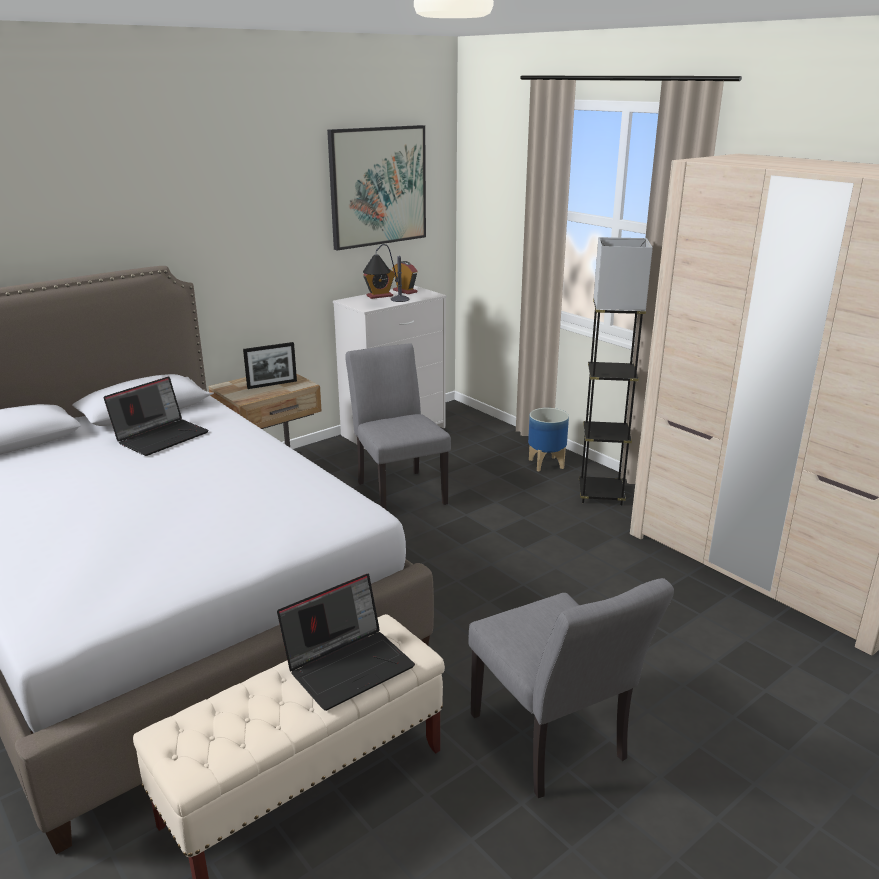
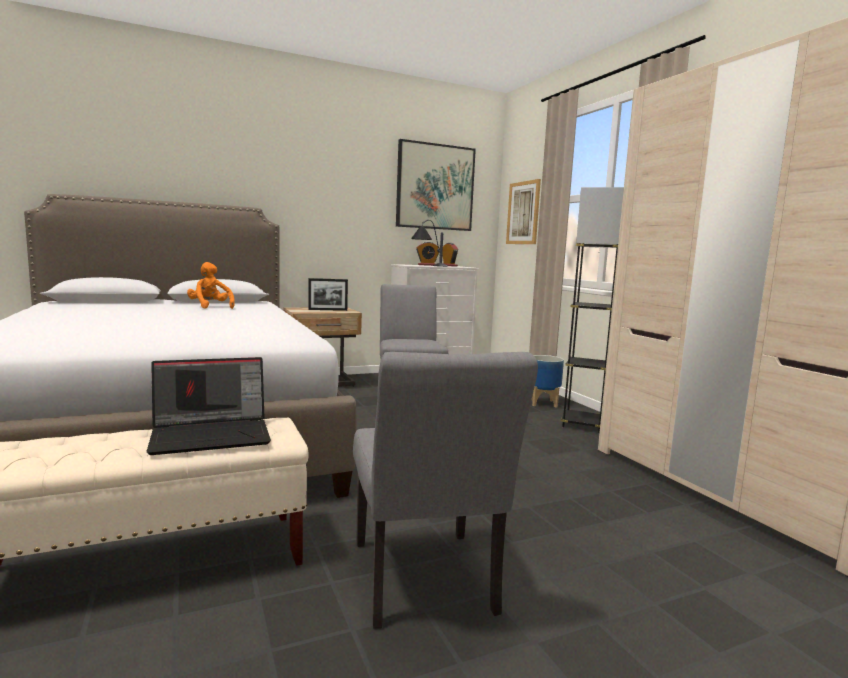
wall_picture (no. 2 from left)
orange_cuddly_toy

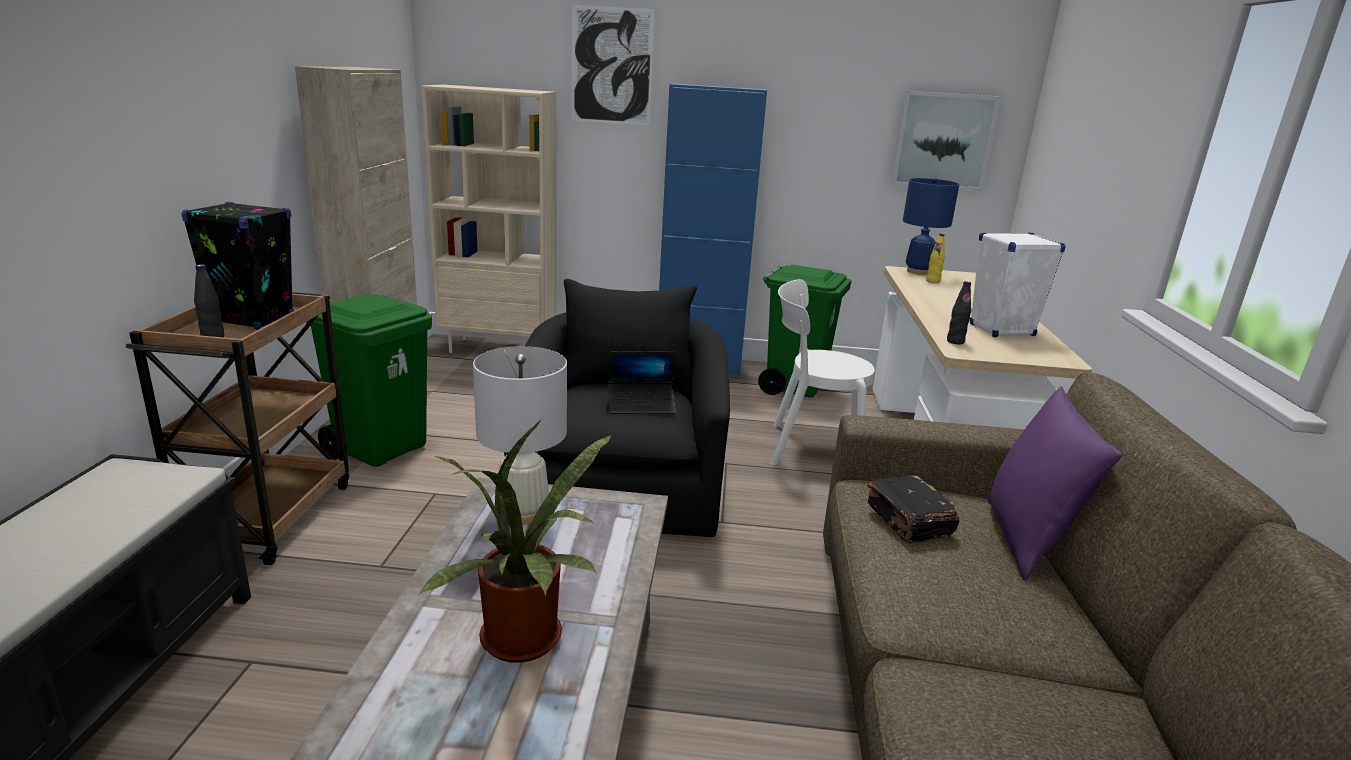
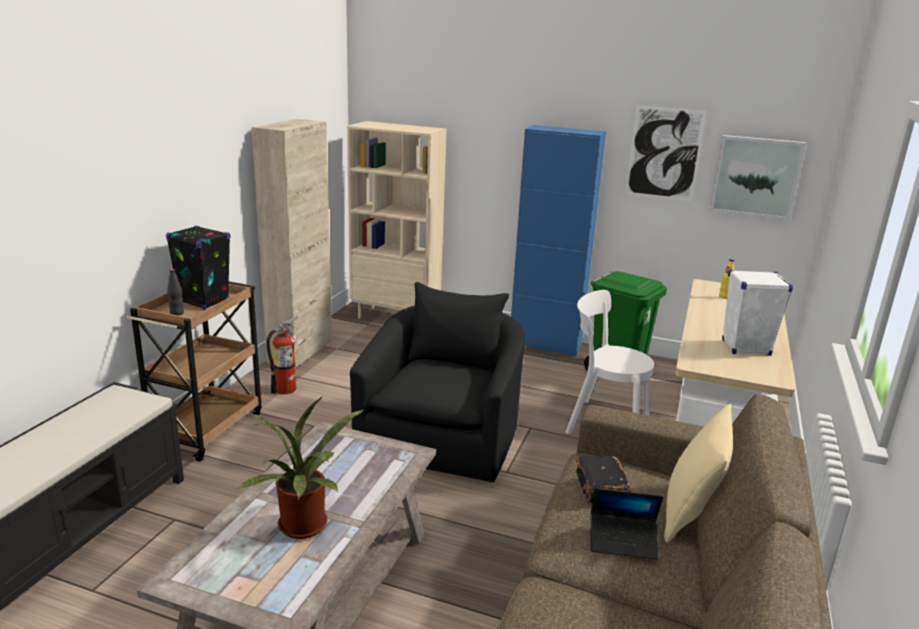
whitish_tabletop_lamp
blue-coloured_tabletop_lamp
black_bottle (no. 2 from left in the first image)
wall_picture (no. 1 from left)
portable_computer
fire-fighting_cylinder
sand-coloured_cushion

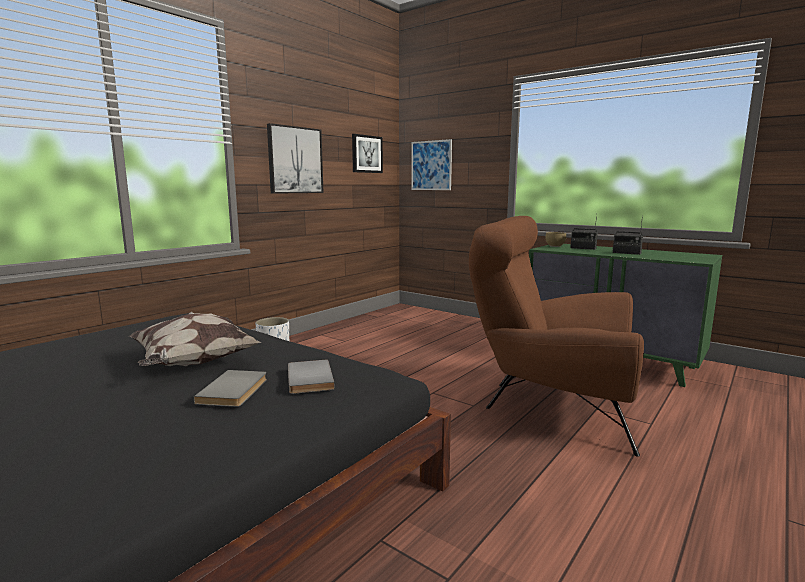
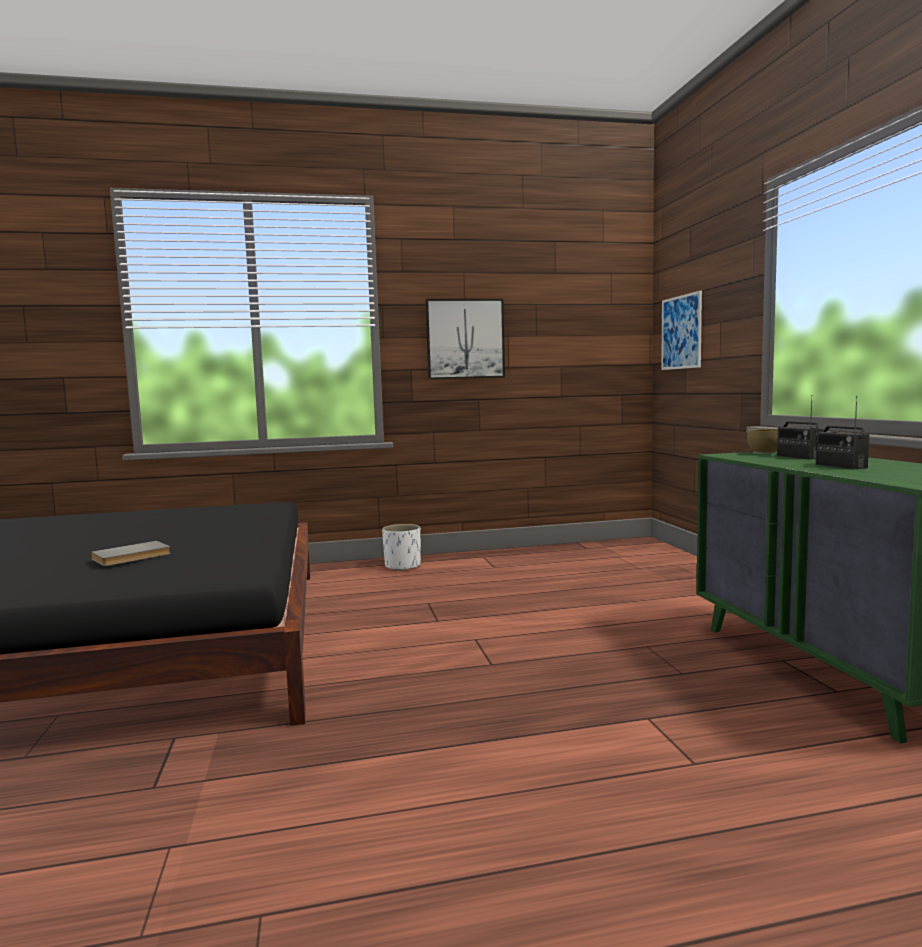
cushion
greyish_bound_book (no. 2 from left in the first image)
wall_picture (no. 2 from left in the first image)
brownish_easy_chair

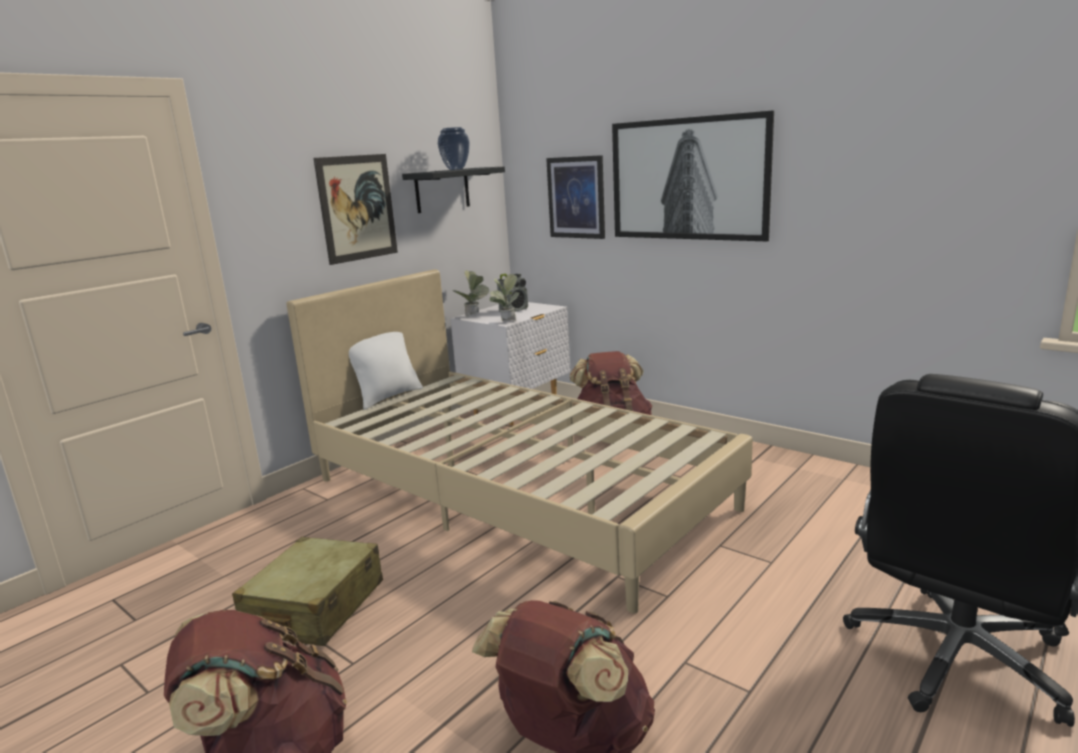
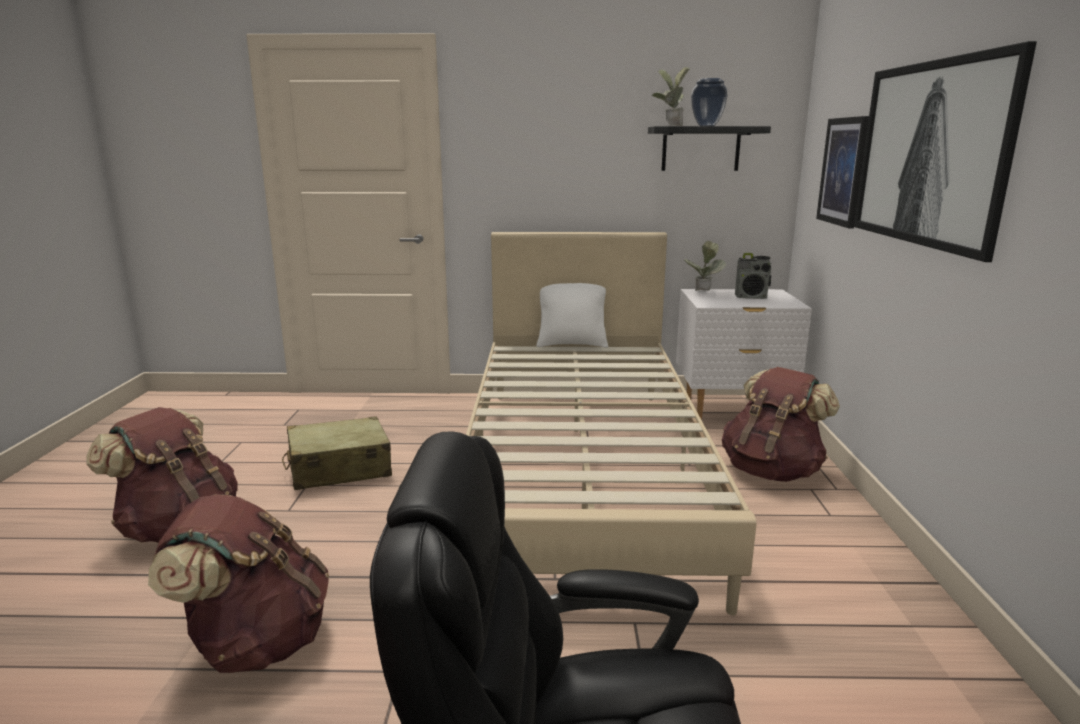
wall_picture (no. 1 from left in the first image)
plant_in_a_pot (no. 1 from left)

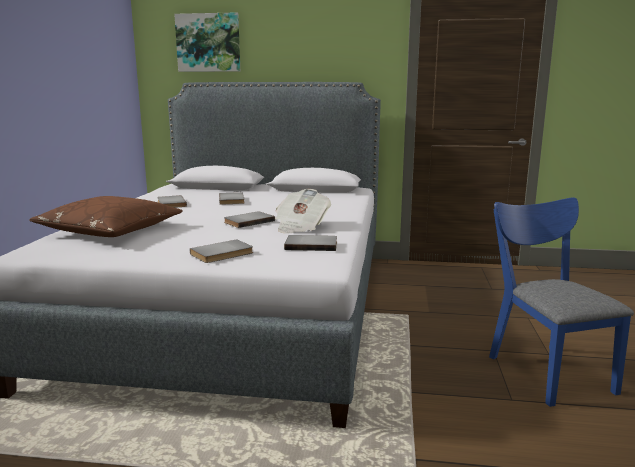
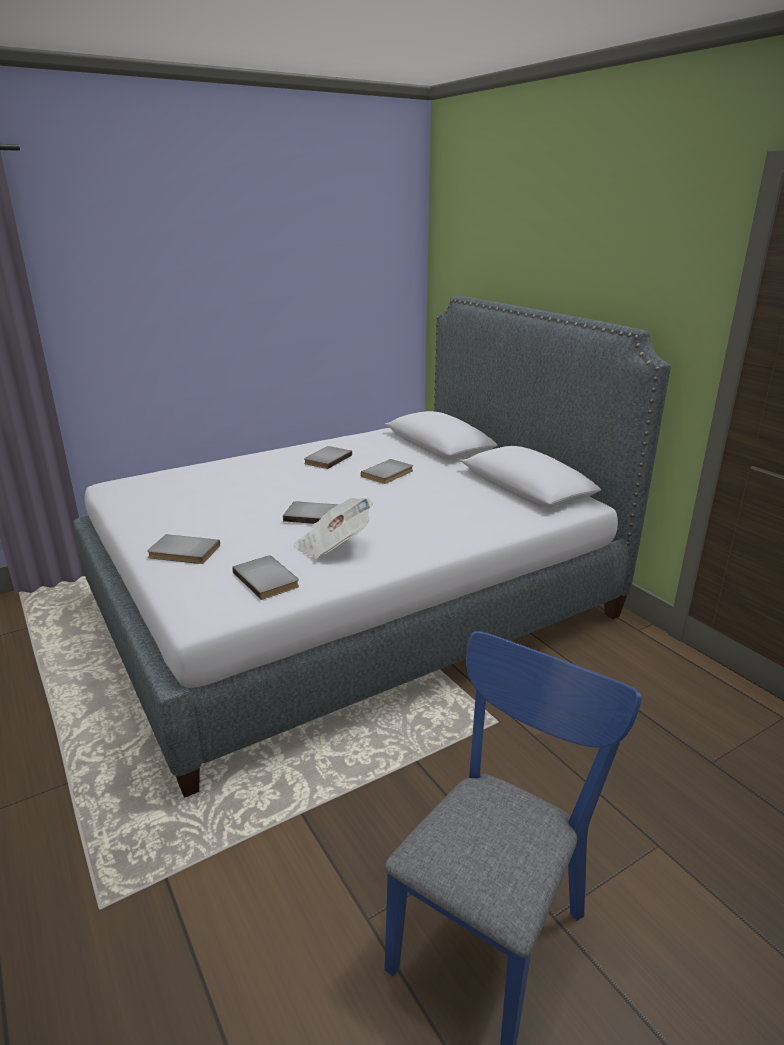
brownish_cushion
wall_picture

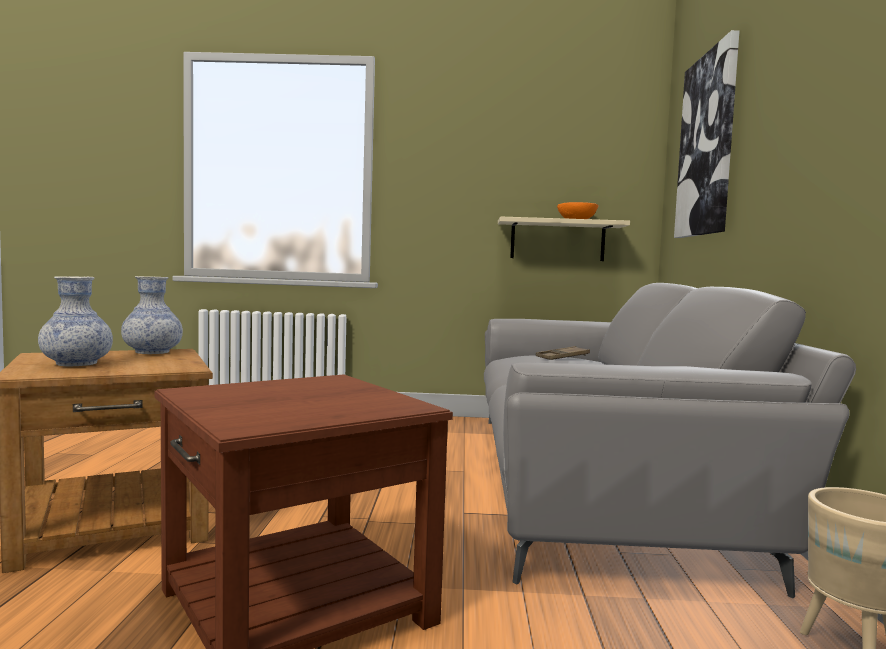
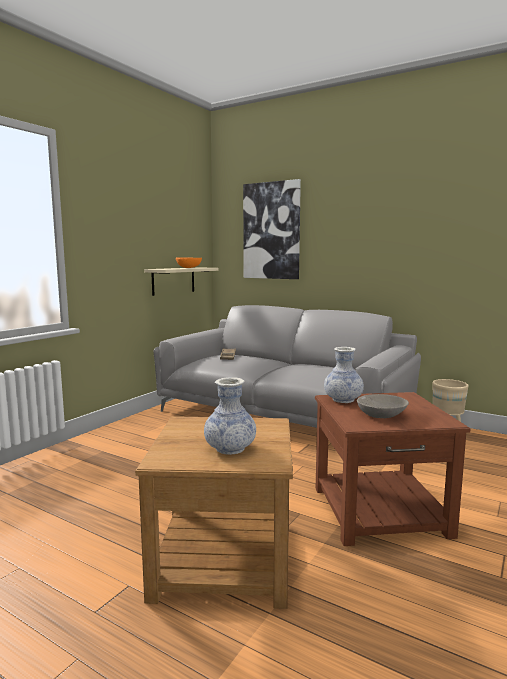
greyish_serving_bowl
decorative_vase (no. 2 from left)

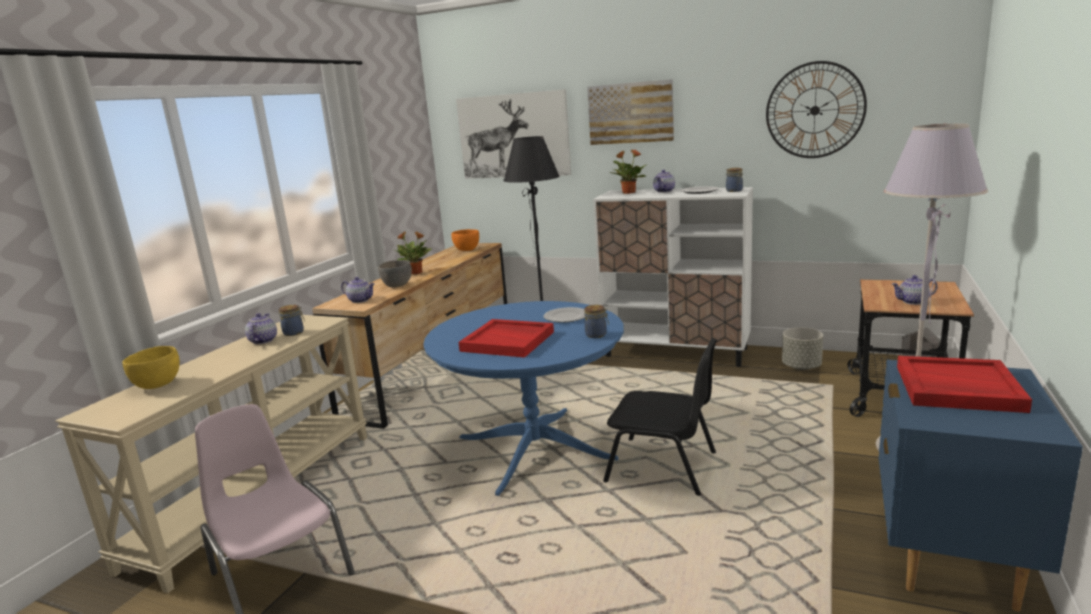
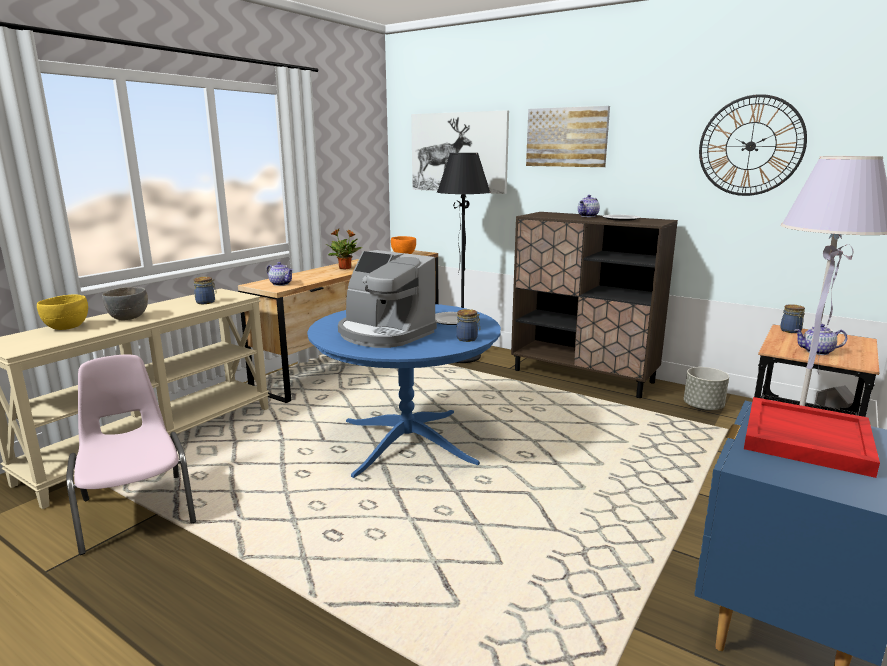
tea_pot (no. 1 from left in the first image)
black_chair
plant_in_a_pot (no. 2 from left in the first image)
greyish_serving_bowl
preserve_jar (no. 3 from left)
coffee_machine
brownish_cabinet

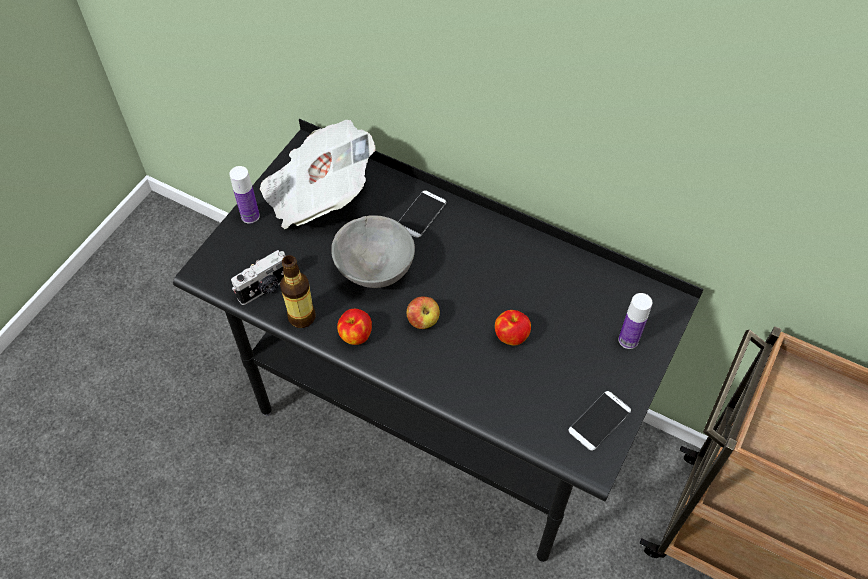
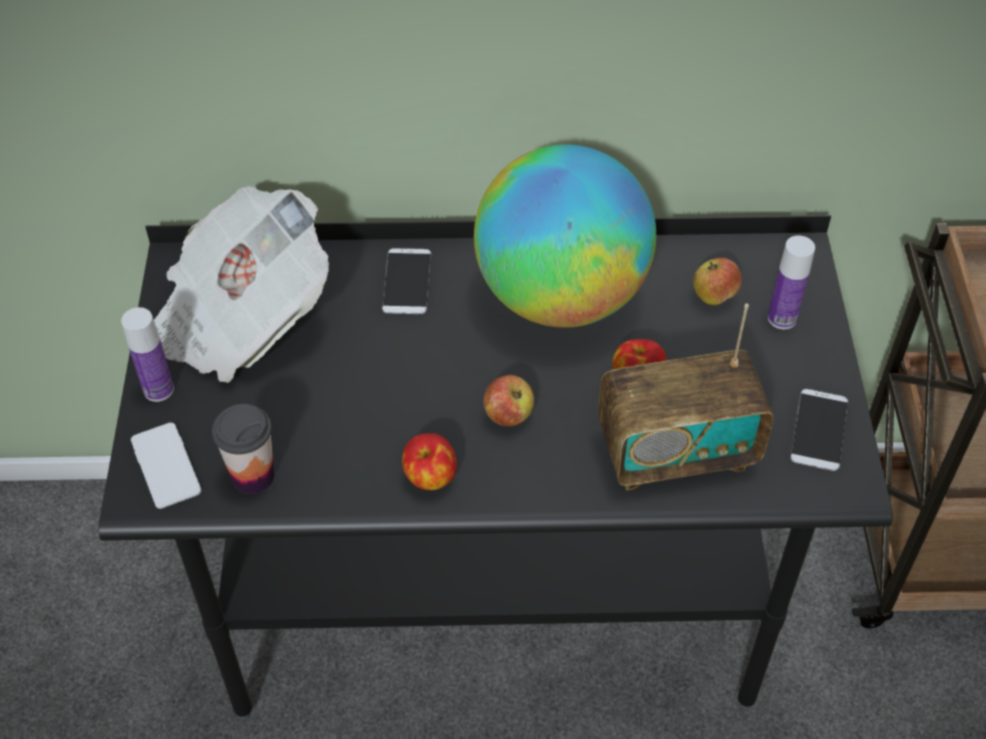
bottle (no. 2 from left in the first image)
greyish_serving_bowl
telephone (no. 1 from left)
desk_globe
radio_receiver
whole_apple (no. 4 from left)
cup

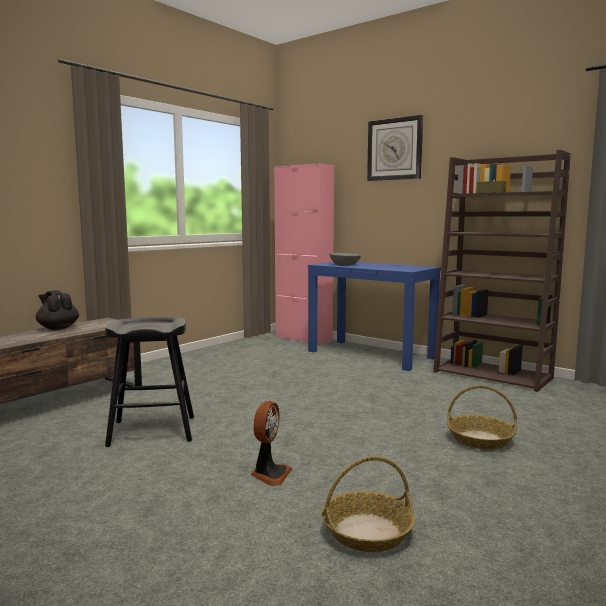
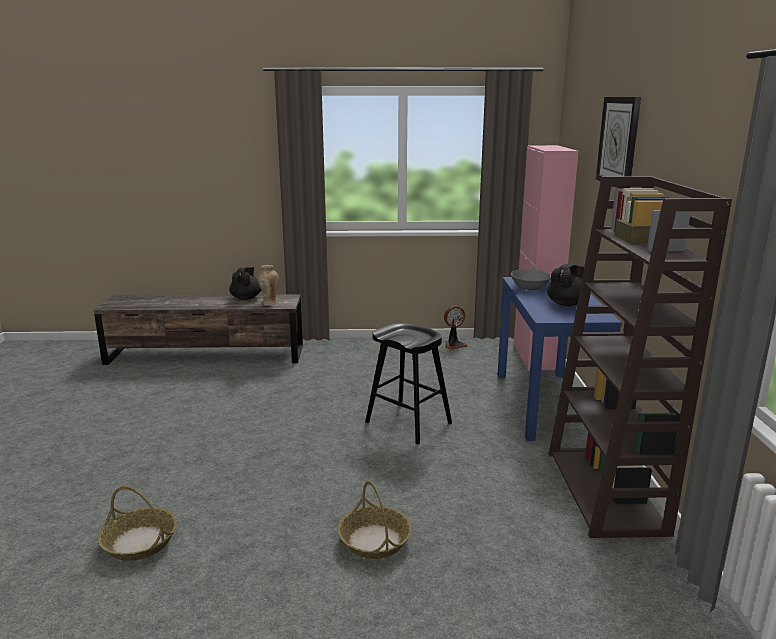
decorative_vase
black_tea_pot (no. 2 from left)
black_stool_seat
cooling_fan

